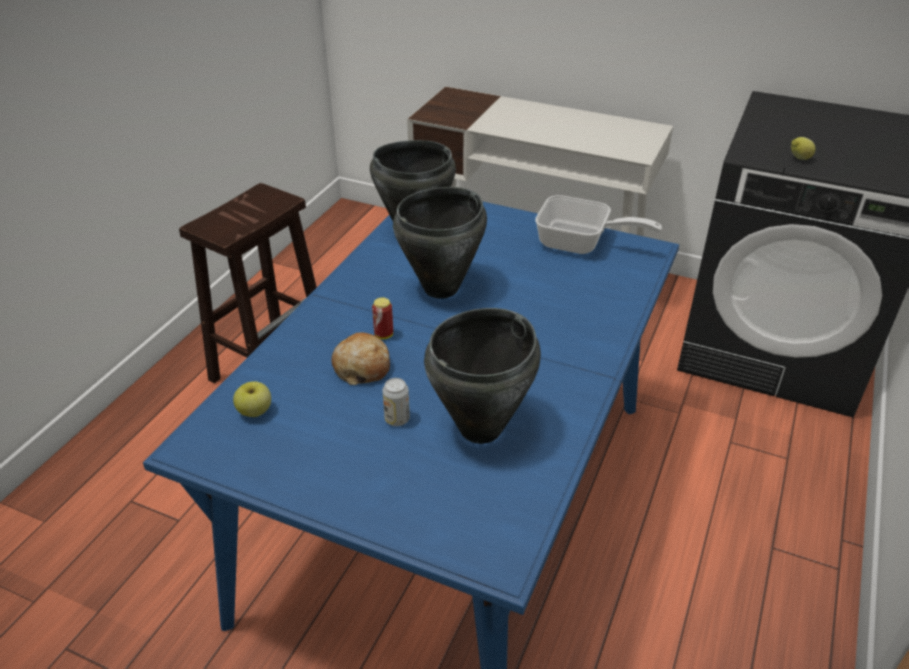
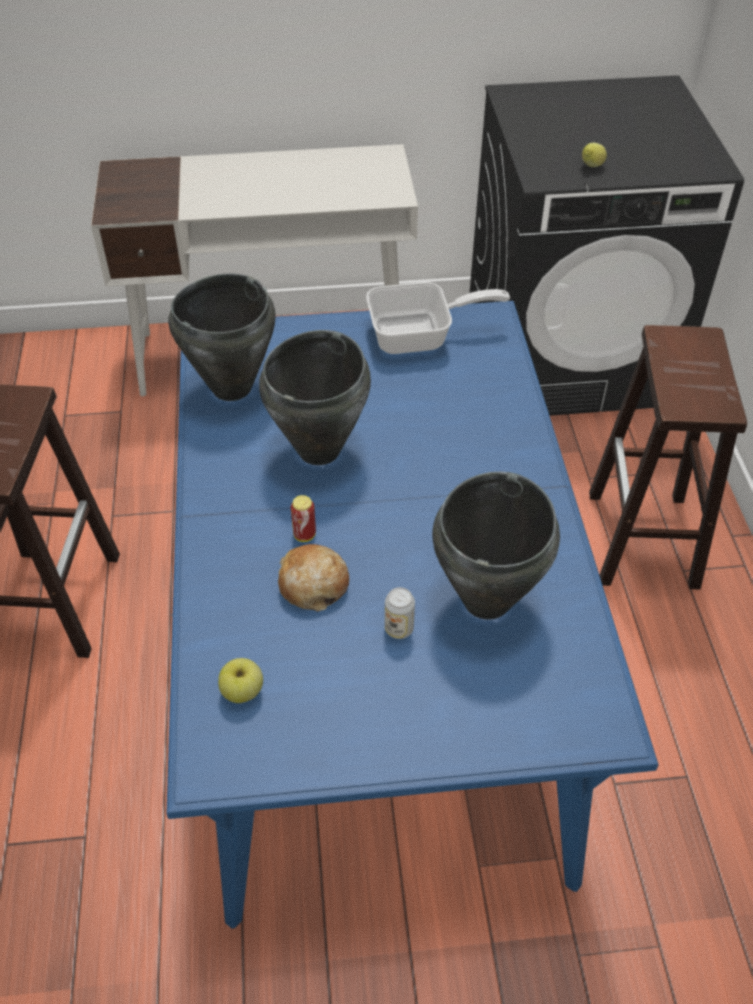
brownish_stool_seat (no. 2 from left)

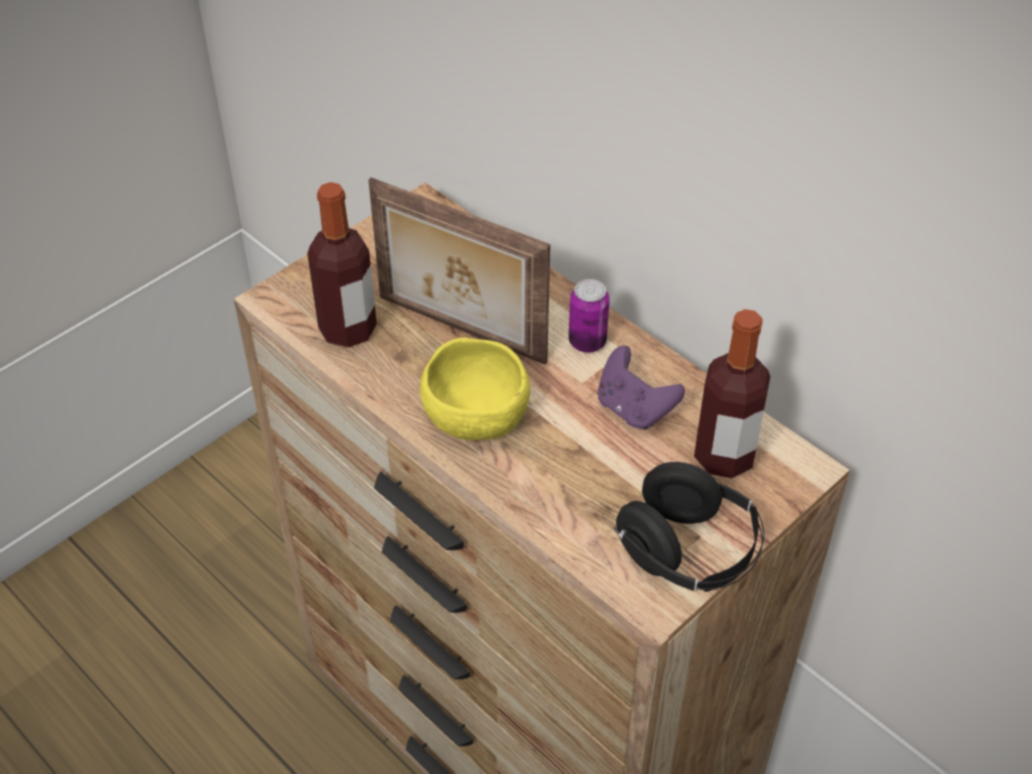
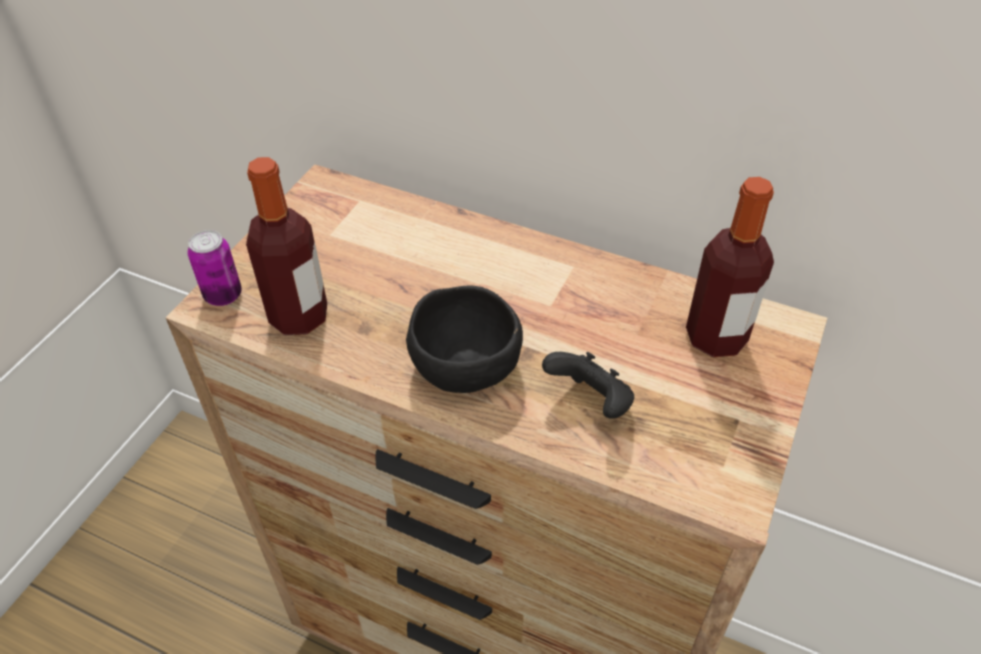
standing_frame
purple-coloured_game_controller
black_headset
black_game_controller
metal_can
black_serving_bowl

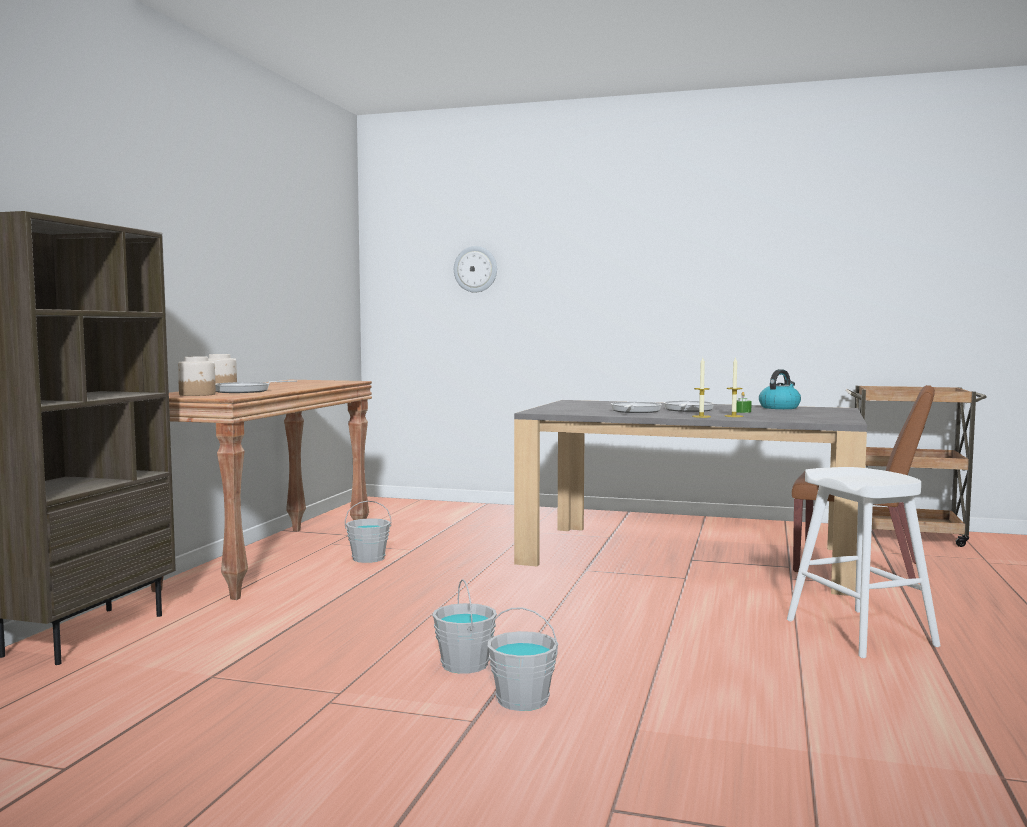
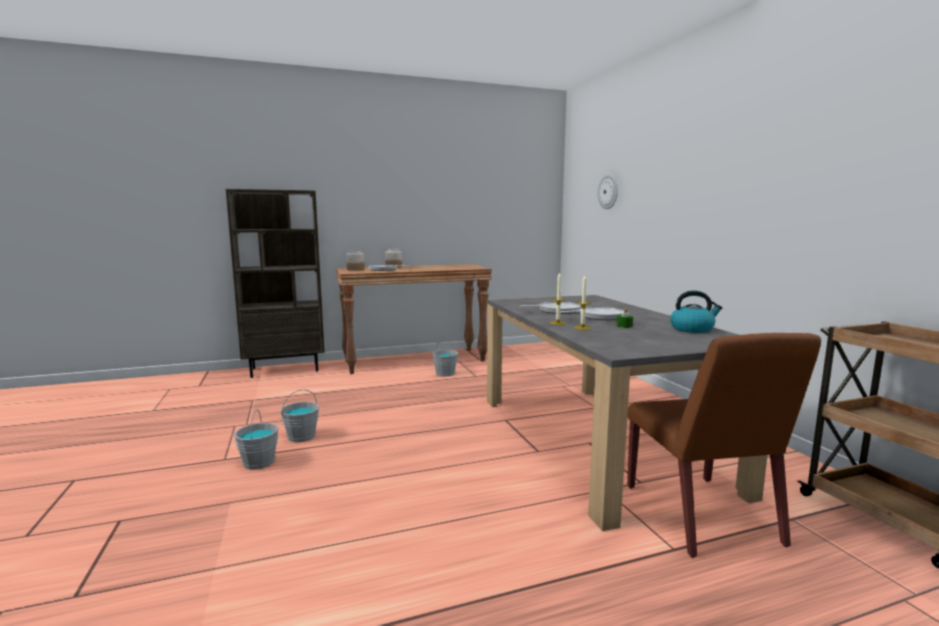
whitish_stool_seat

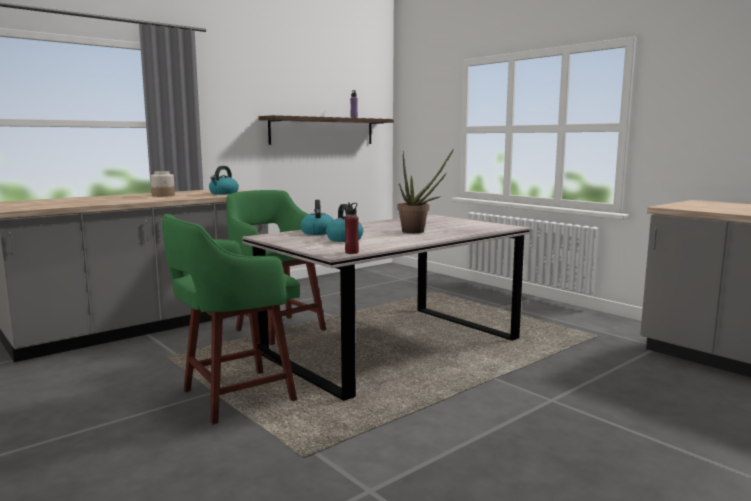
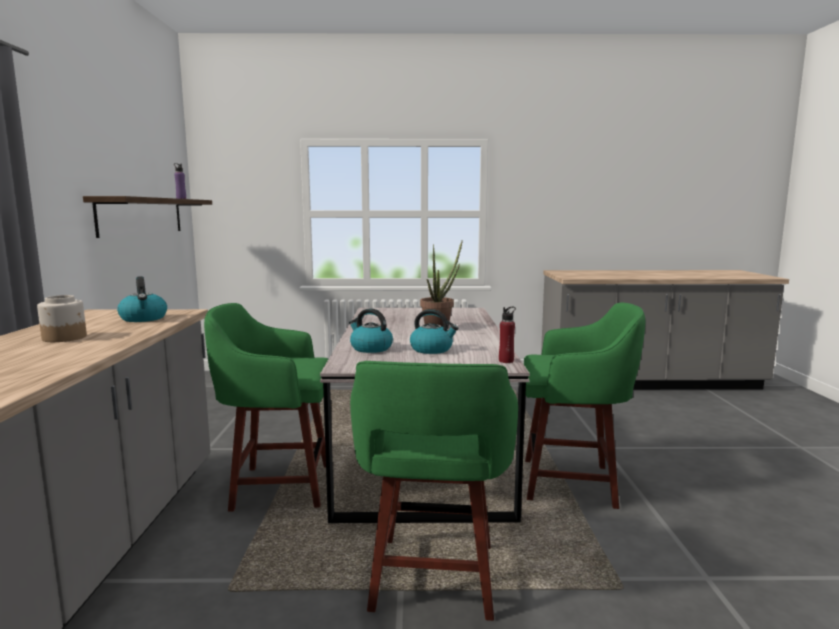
green-coloured_stool_seat (no. 3 from left)

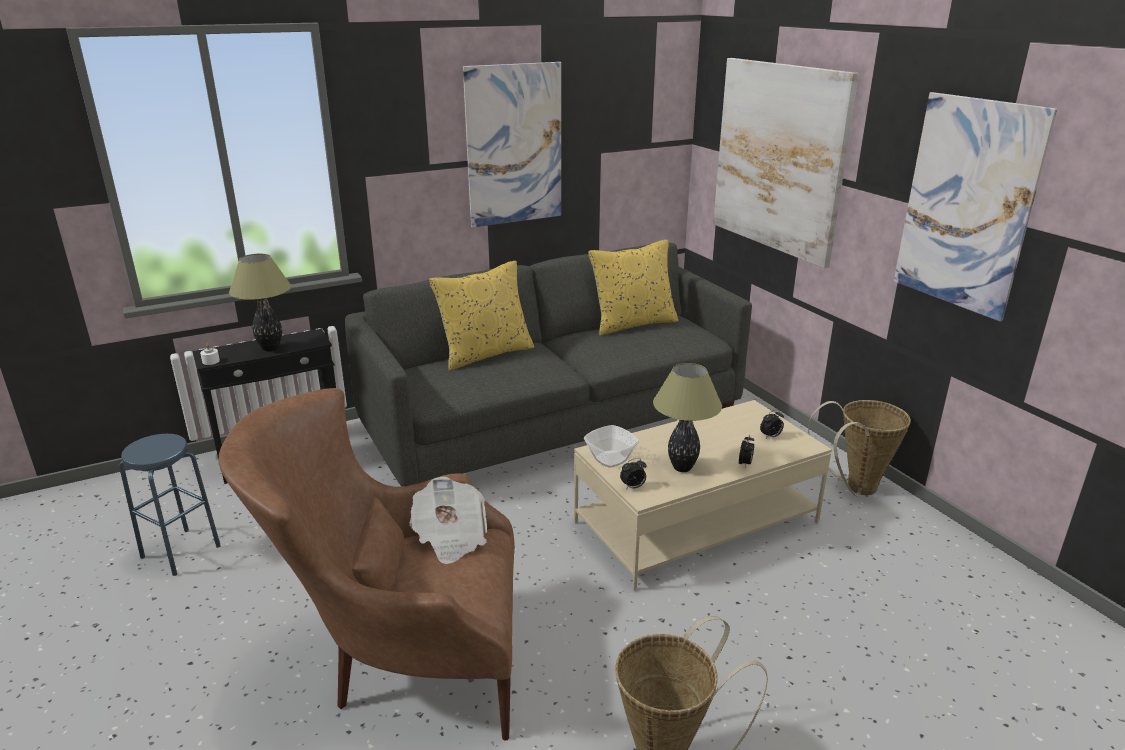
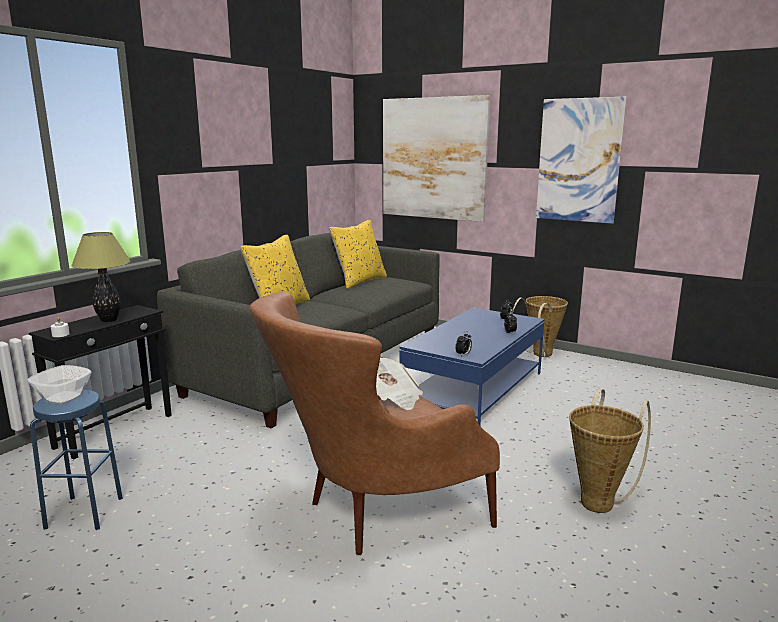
wall_picture (no. 1 from left in the first image)
tabletop_lamp (no. 2 from left in the first image)
serving_bowl
blue-coloured_low_table

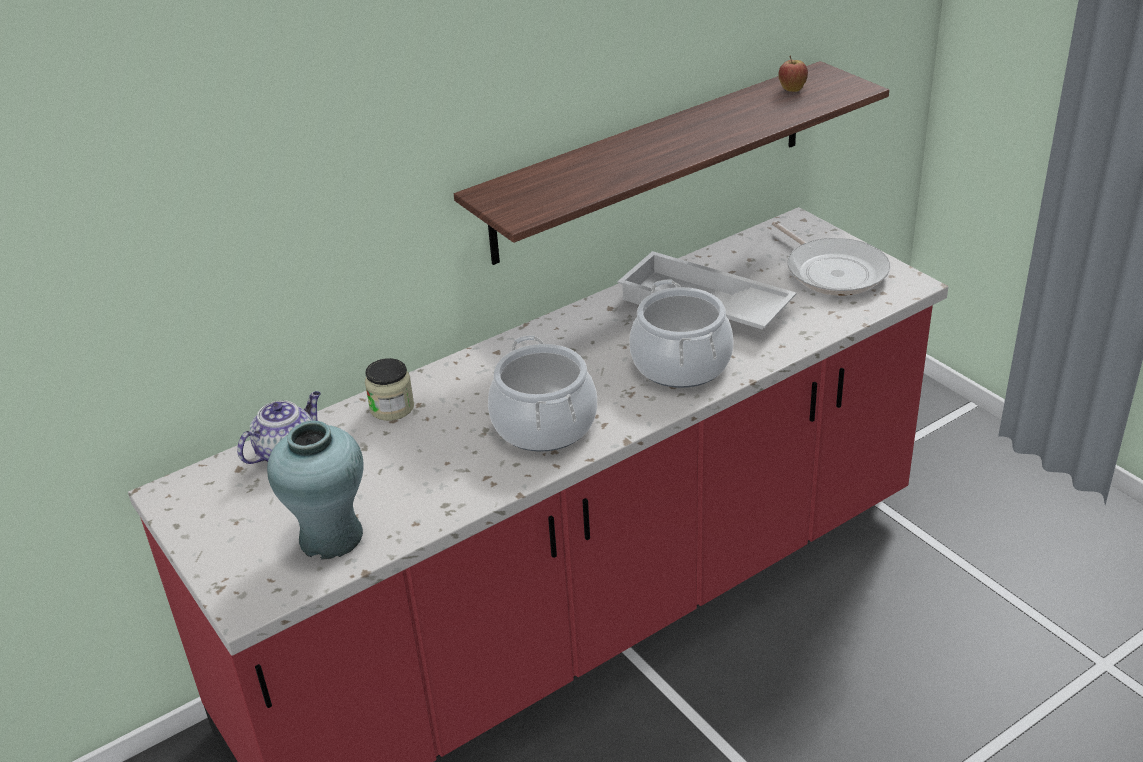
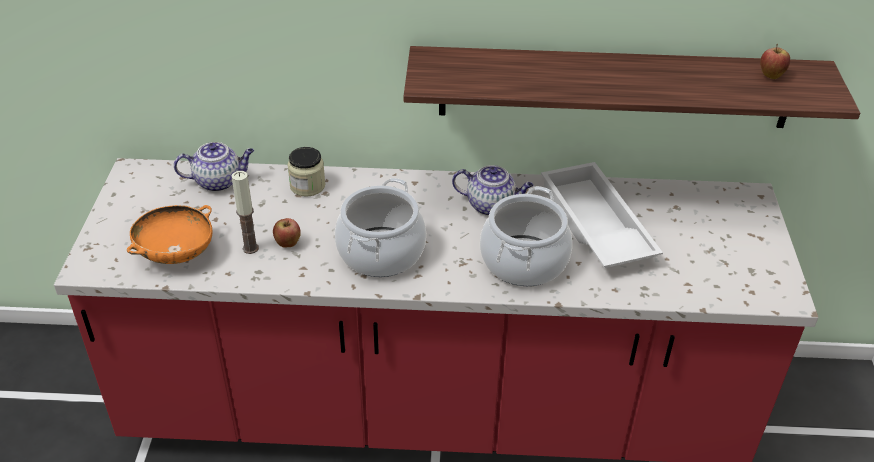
frying_pan
wax_candle
whole_apple (no. 1 from left)
tea_pot (no. 2 from left)
orange_serving_bowl

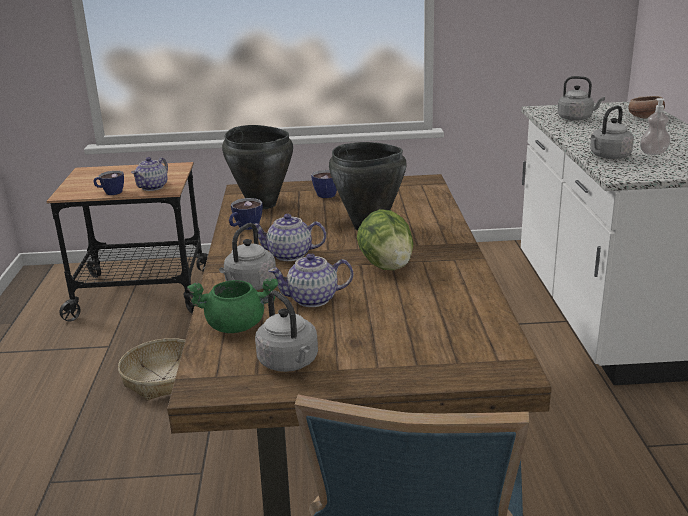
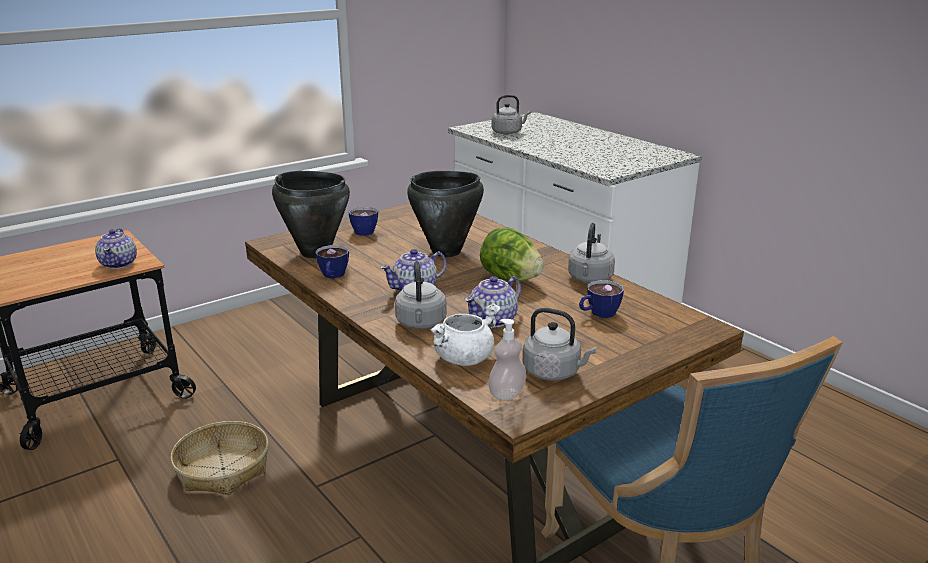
serving_bowl
cup (no. 3 from left)
greyish_water_kettle (no. 4 from left)
soap_dispenser
whitish_stockpot

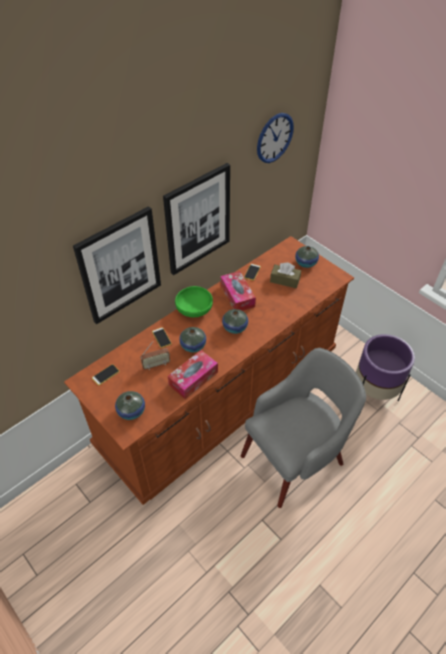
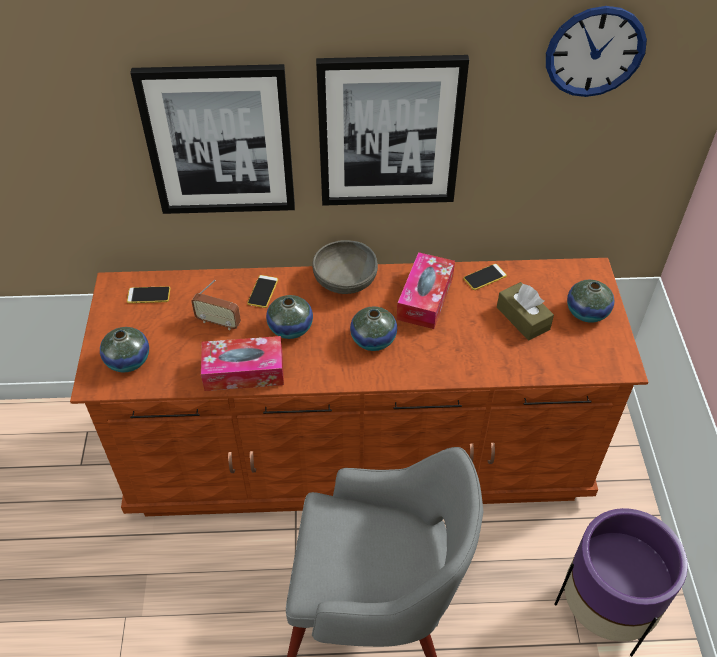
greyish_serving_bowl

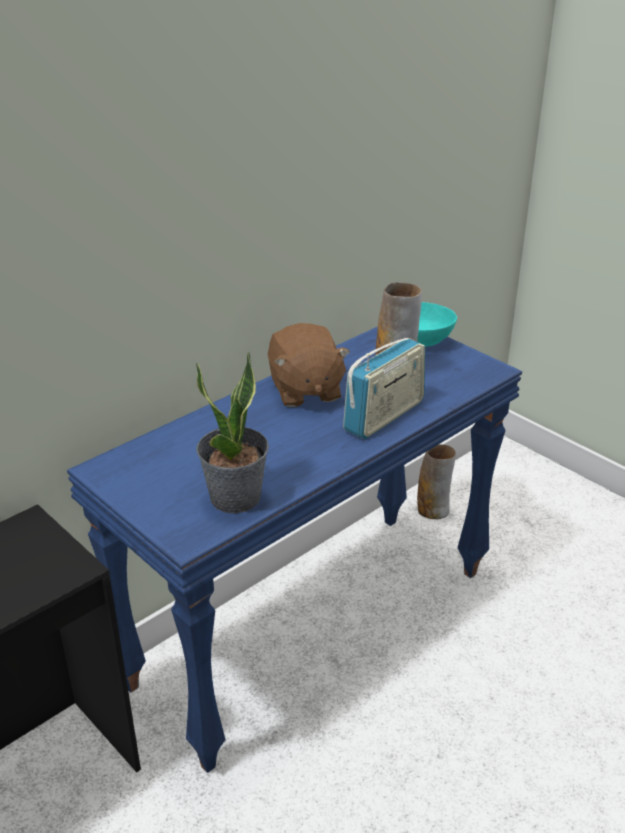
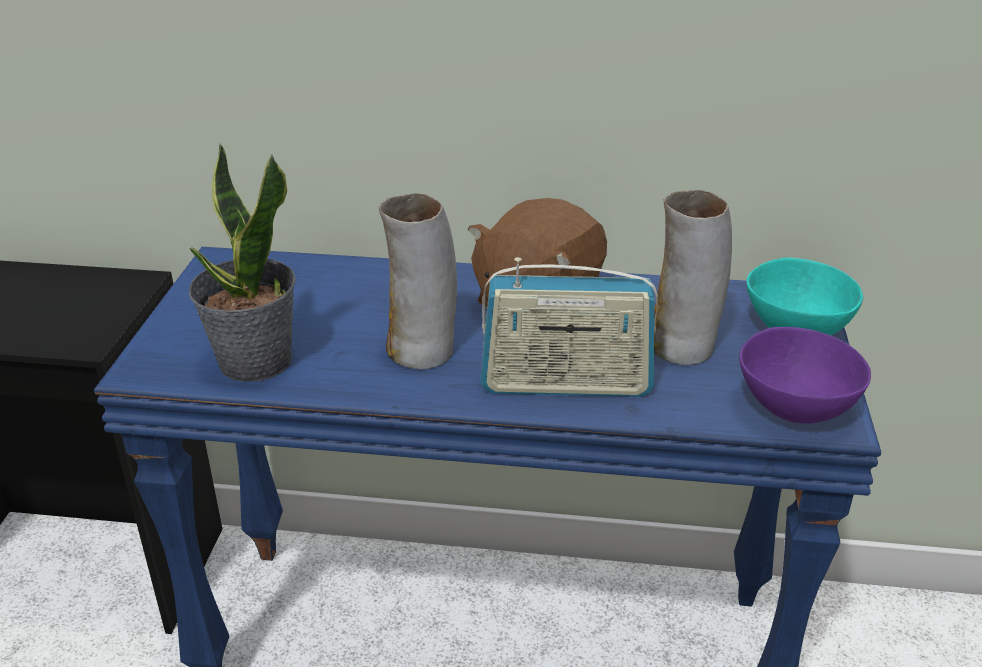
purple-coloured_serving_bowl
decorative_vase (no. 1 from left)

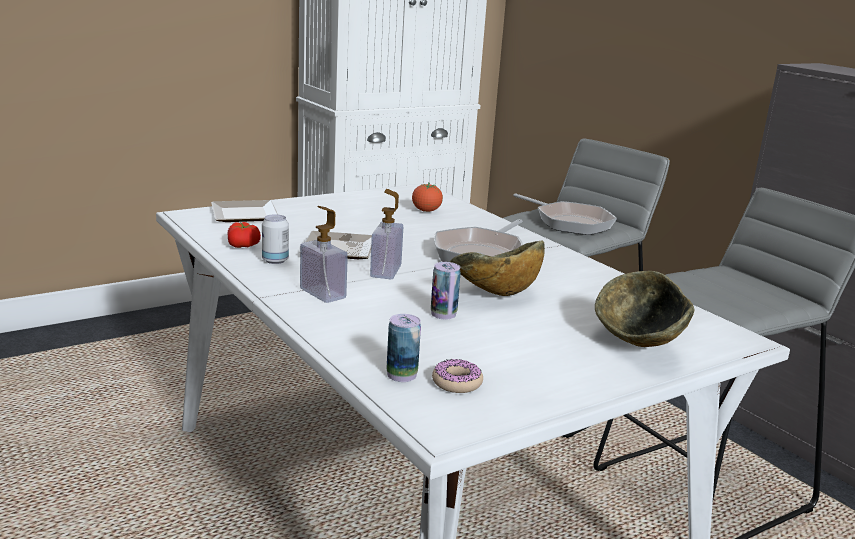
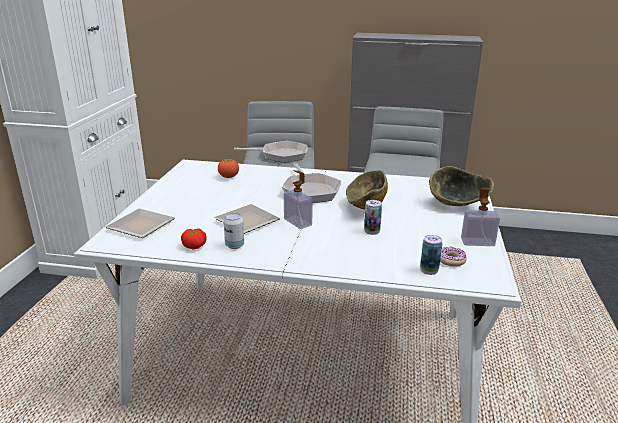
soap_dispenser (no. 2 from left)

